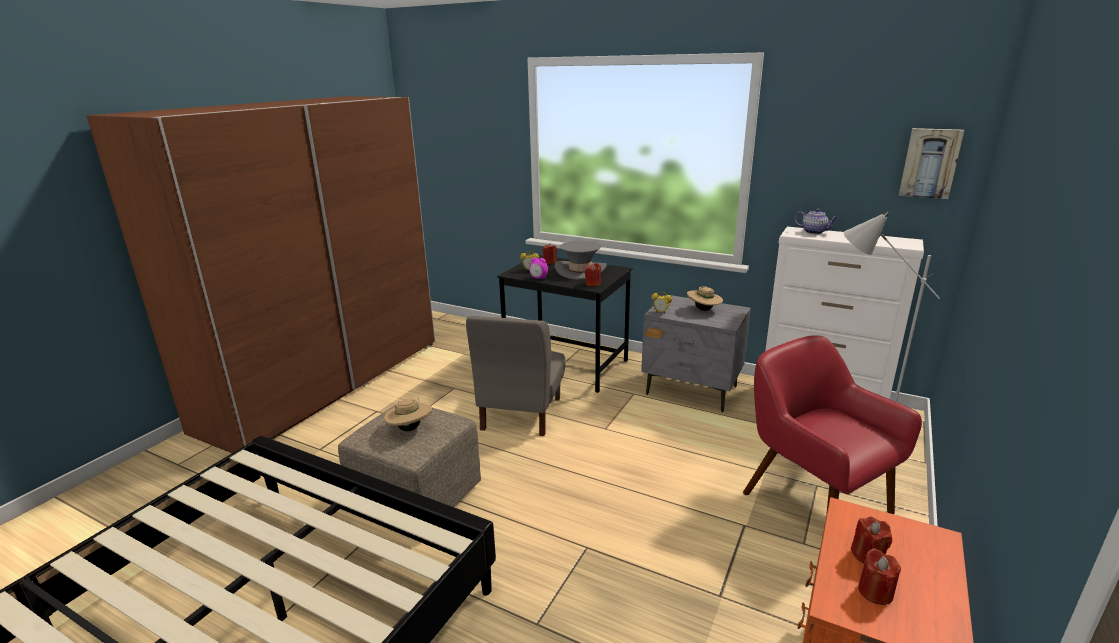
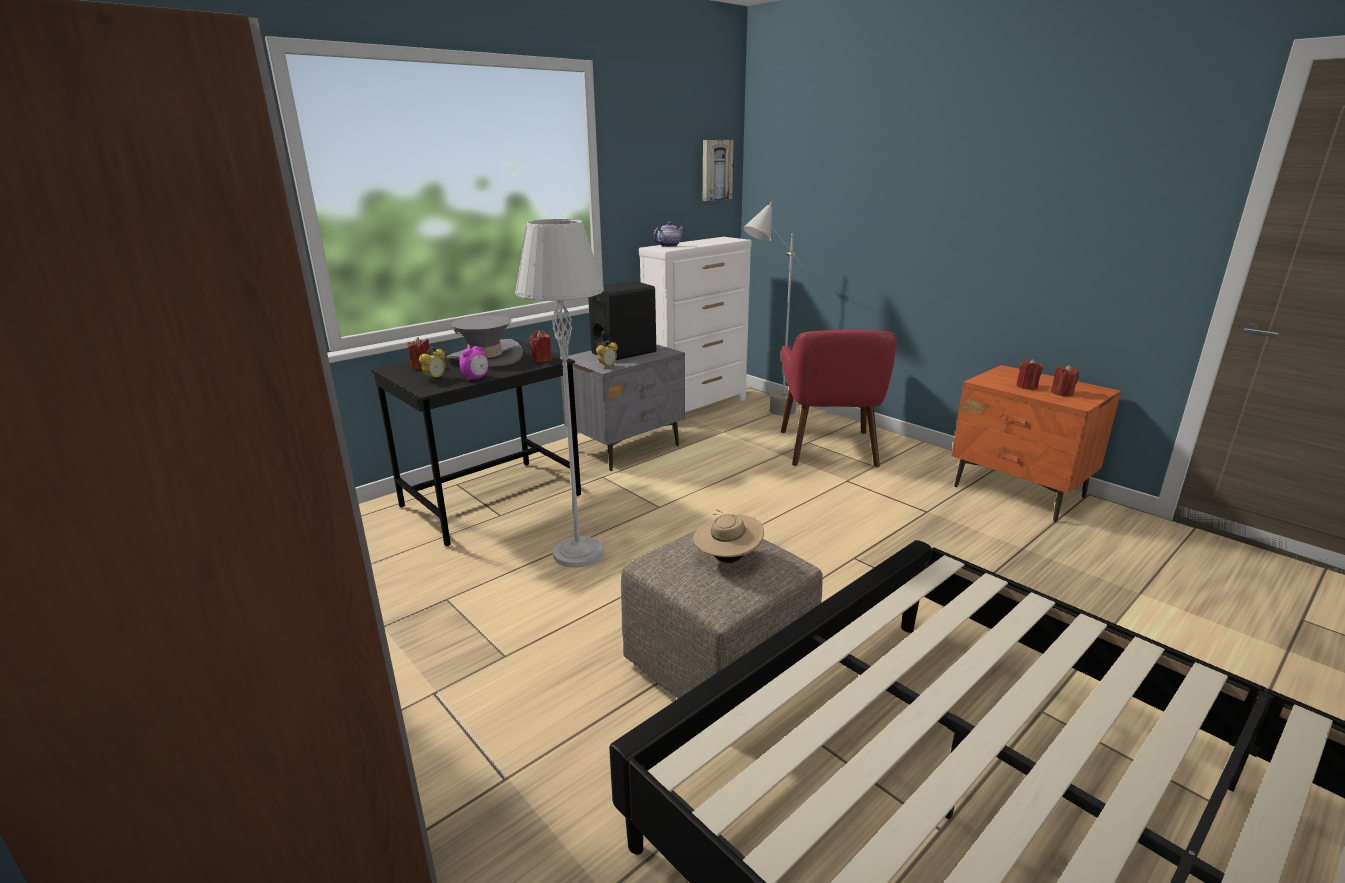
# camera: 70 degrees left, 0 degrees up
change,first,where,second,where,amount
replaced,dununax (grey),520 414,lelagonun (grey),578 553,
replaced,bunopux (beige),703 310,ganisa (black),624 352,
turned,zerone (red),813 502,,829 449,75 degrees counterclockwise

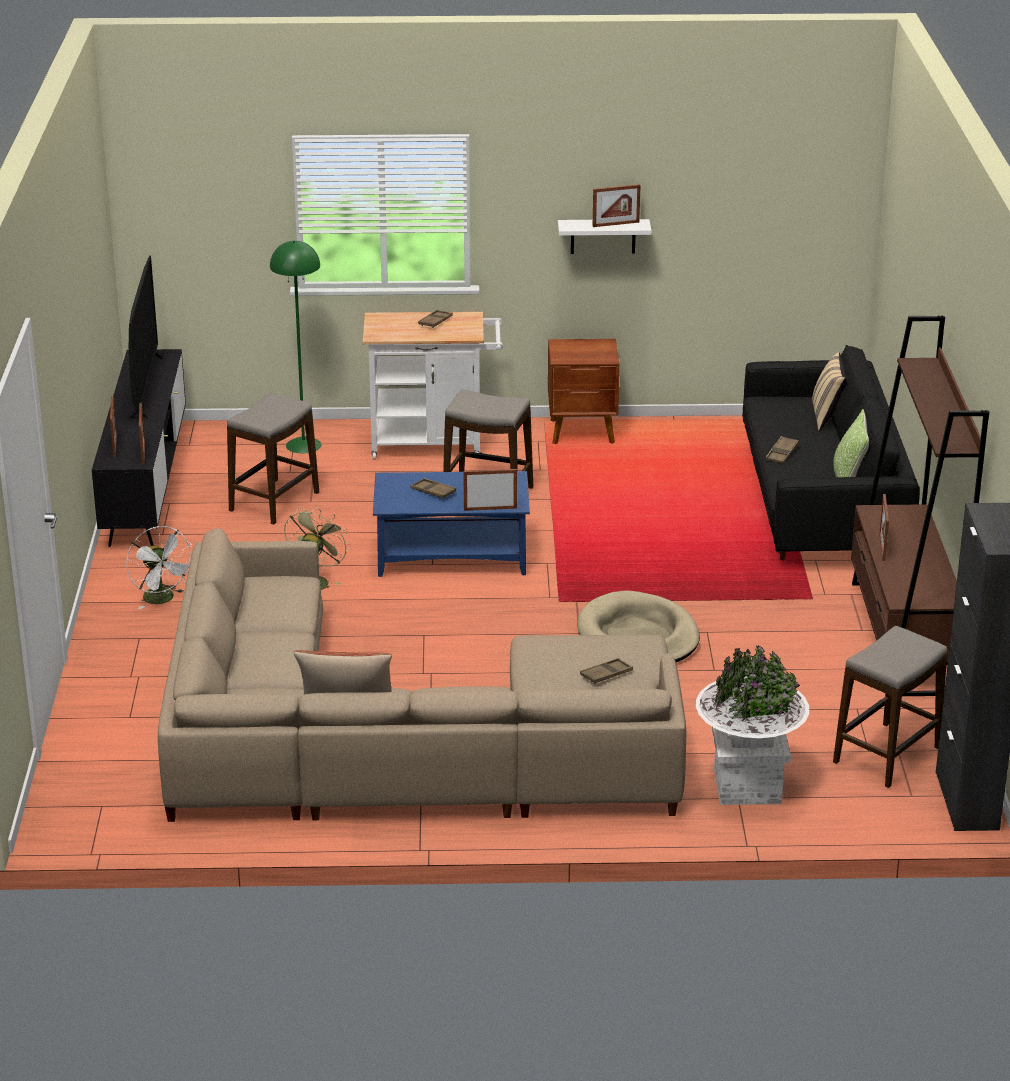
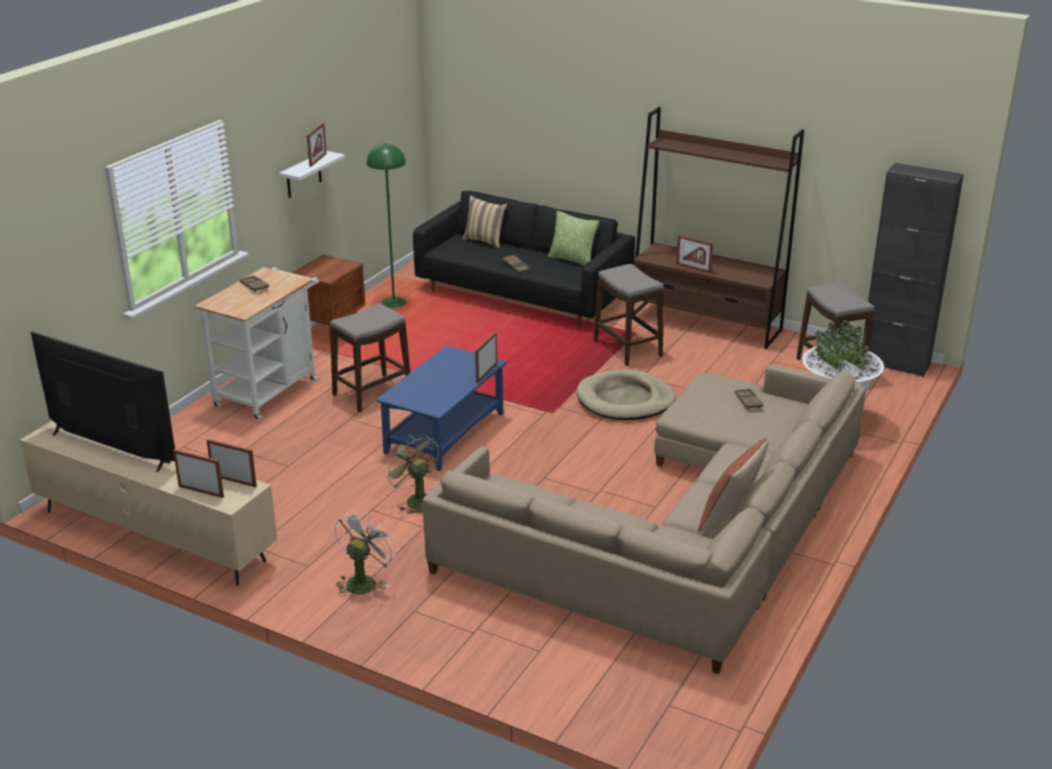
# camera: 60 degrees left, 0 degrees up
change,first,where,second,where,amount
recoloured,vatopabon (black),146 486,vatopabon (beige),155 536,
turned,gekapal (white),163 600,,363 581,60 degrees counterclockwise
moved,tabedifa,274 502,,627 349,
moved,lelagonun (green),303 445,,393 303,
removed,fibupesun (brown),433 491,,,

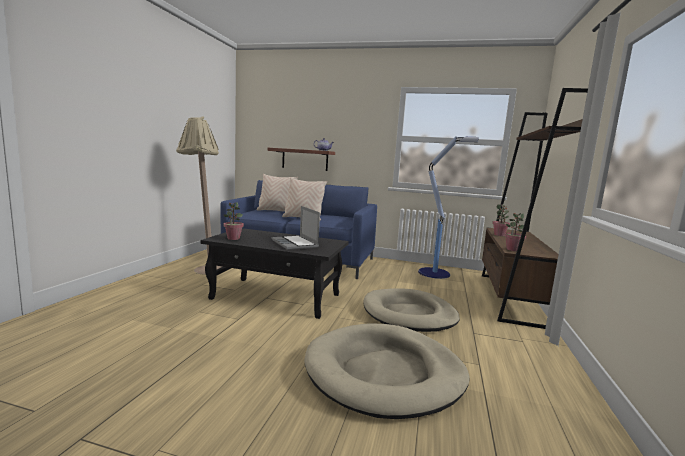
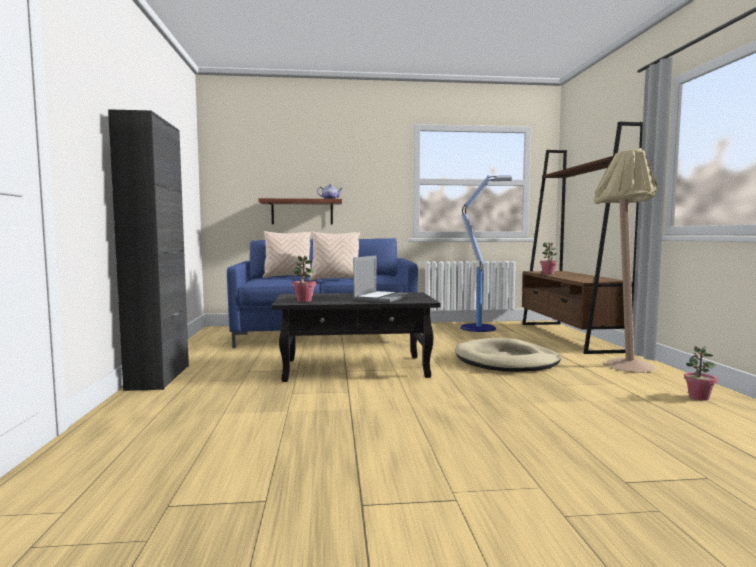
# camera: 20 degrees left, 5 degrees down
change,first,where,second,where,amount
moved,lelagonun (beige),204 269,,620 367,
turned,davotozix,295 244,,381 298,105 degrees counterclockwise
removed,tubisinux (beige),385 373,,,
moved,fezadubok,512 249,,698 397,
added,,,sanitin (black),158 377,

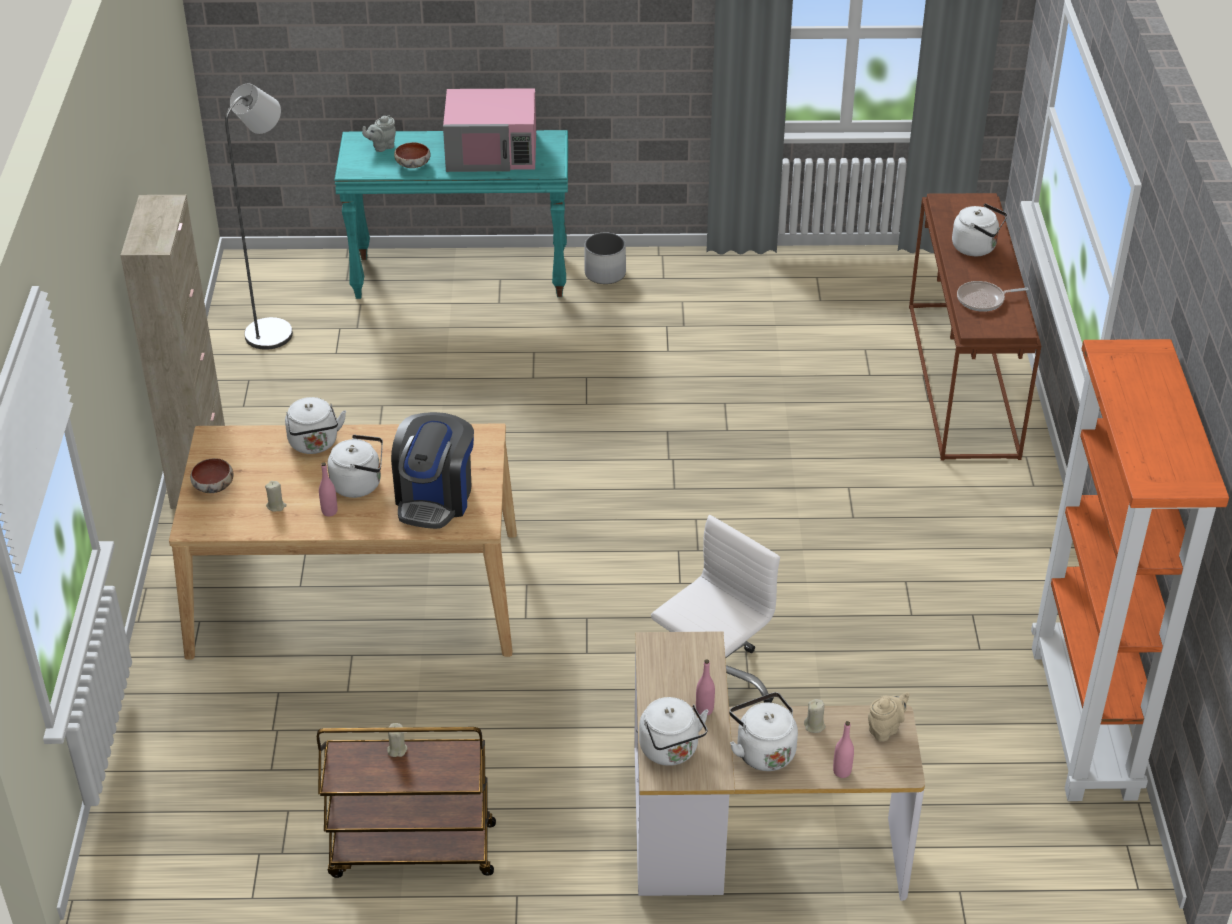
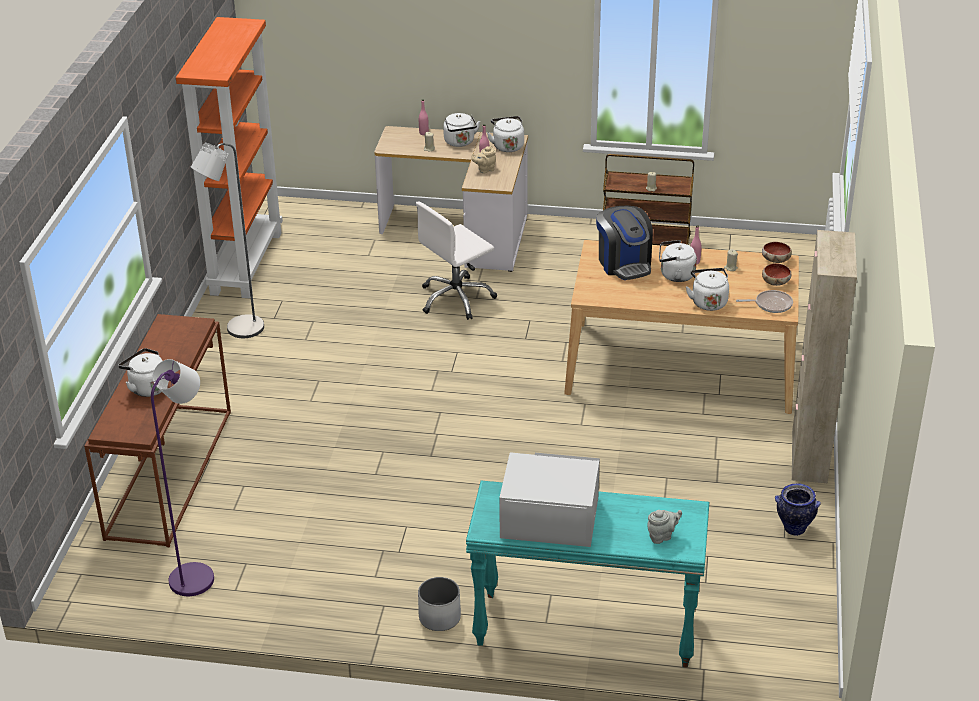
# camera: 170 degrees left, 5 degrees down
change,first,where,second,where,amount
moved,lelagonun (grey),276 330,,239 330,
turned,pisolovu,435 498,,624 263,135 degrees clockwise
moved,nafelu,413 165,,775 260,
recoloured,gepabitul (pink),492 152,gepabitul (white),548 518,
moved,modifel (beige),885 729,,484 170,
moved,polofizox,983 300,,771 304,
added,,,lelagonun (purple),197 574,
added,,,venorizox,793 529,

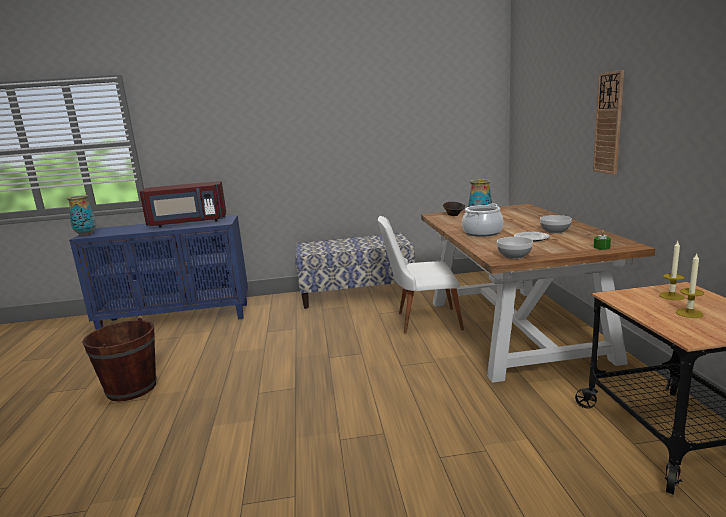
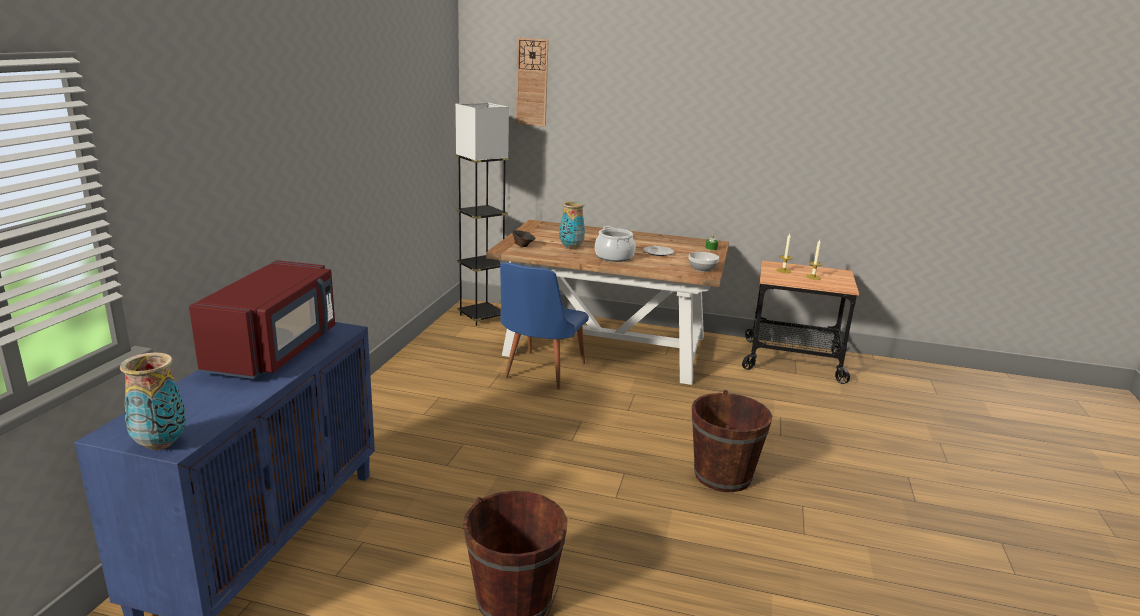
# camera: 70 degrees left, 5 degrees up
change,first,where,second,where,amount
removed,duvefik,356 294,,,
recoloured,dununax (white),421 321,dununax (blue),539 373,
removed,nafelu,554 231,,,
moved,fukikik,609 123,,532 82,
added,,,lelagonun (grey),481 317,
added,,,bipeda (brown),722 475,

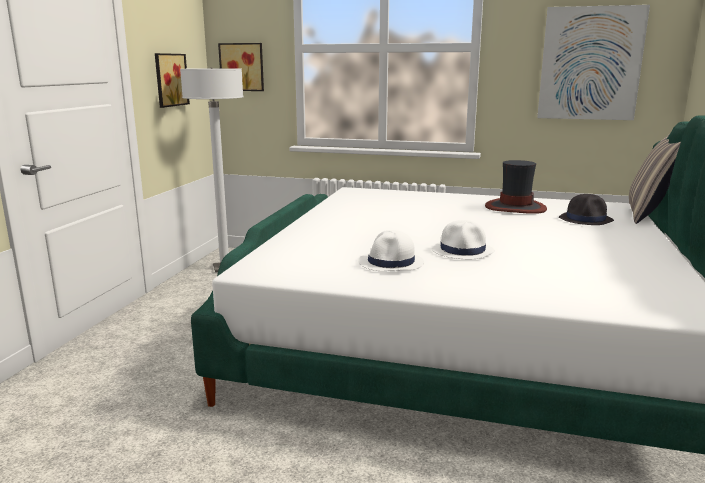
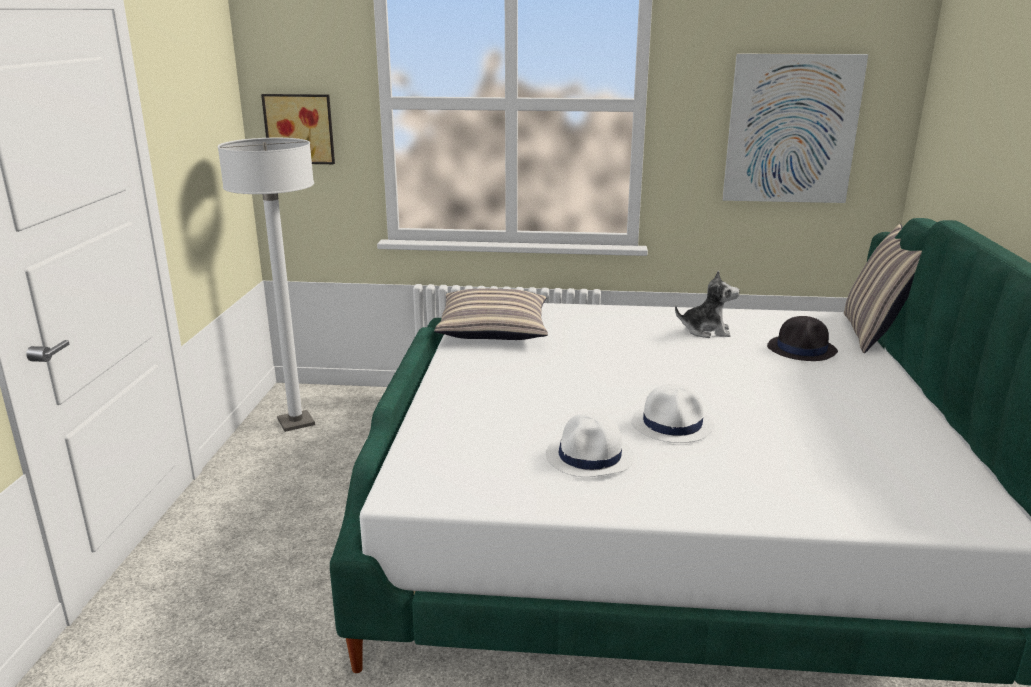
# camera: 10 degrees left, 5 degrees up
change,first,where,second,where,amount
removed,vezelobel,169 80,,,
replaced,bunopux,515 207,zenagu,706 331,
added,,,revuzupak,493 329,

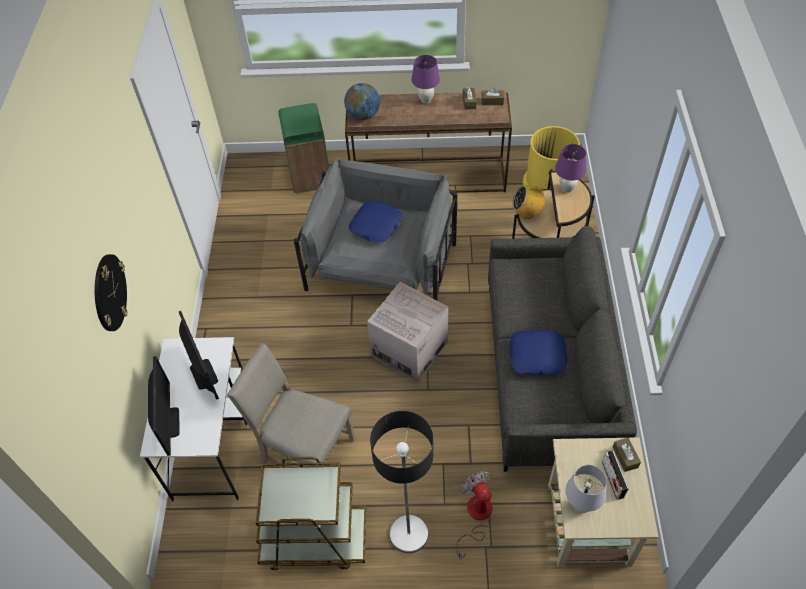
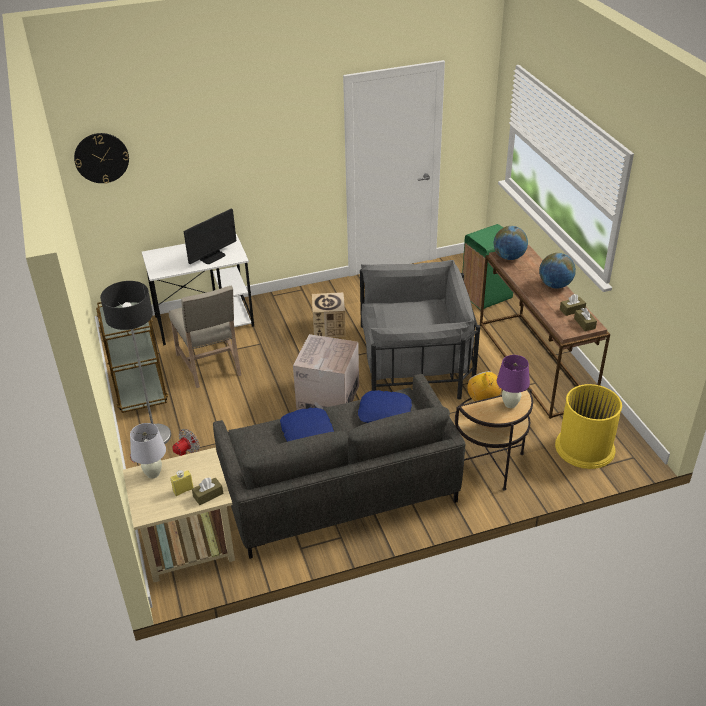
# camera: 70 degrees right, 15 degrees down
change,first,where,second,where,amount
moved,fukikik,109 292,,101 158,
removed,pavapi,168 423,,,
turned,dununax (beige),304 451,,211 365,150 degrees clockwise
moved,revuzupak (blue),376 225,,384 413,
replaced,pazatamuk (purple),426 100,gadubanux,555 285,
replaced,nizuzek,613 479,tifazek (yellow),183 490,
added,,,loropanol,329 327,

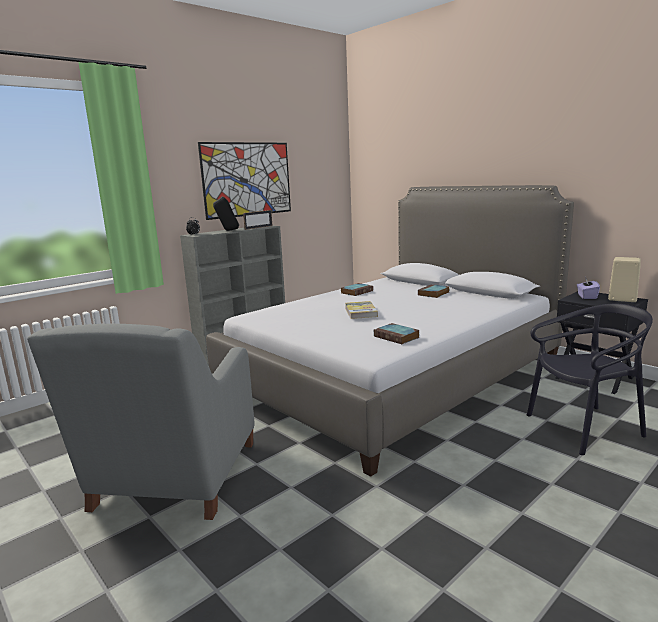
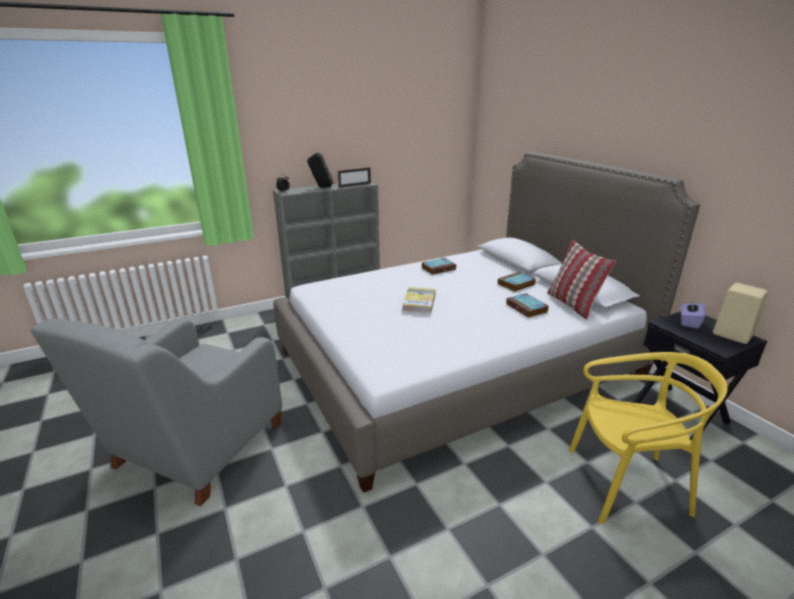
# camera: 15 degrees right, 10 degrees up
change,first,where,second,where,amount
removed,vezelobel,247 179,,,
moved,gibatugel,397 337,,527 308,
recoloured,dununax (black),584 428,dununax (yellow),626 484,
added,,,revuzupak,572 304,

